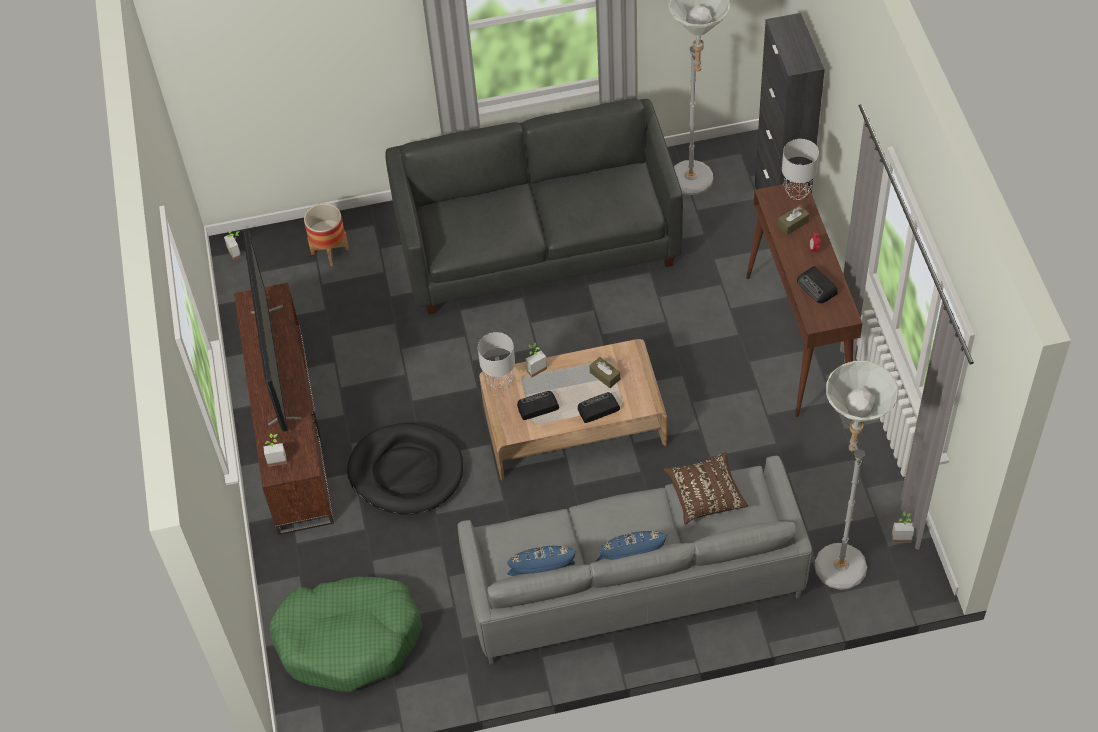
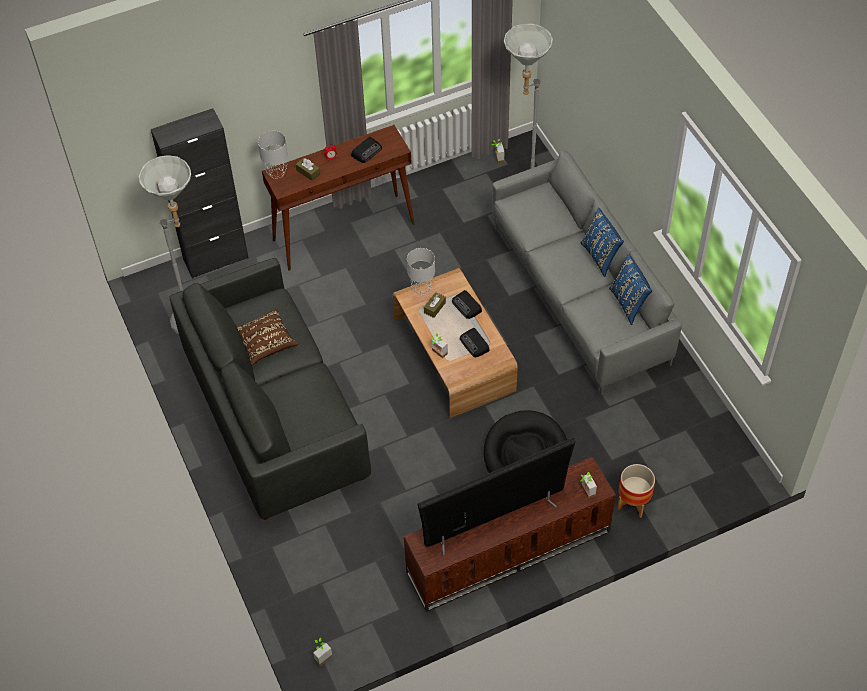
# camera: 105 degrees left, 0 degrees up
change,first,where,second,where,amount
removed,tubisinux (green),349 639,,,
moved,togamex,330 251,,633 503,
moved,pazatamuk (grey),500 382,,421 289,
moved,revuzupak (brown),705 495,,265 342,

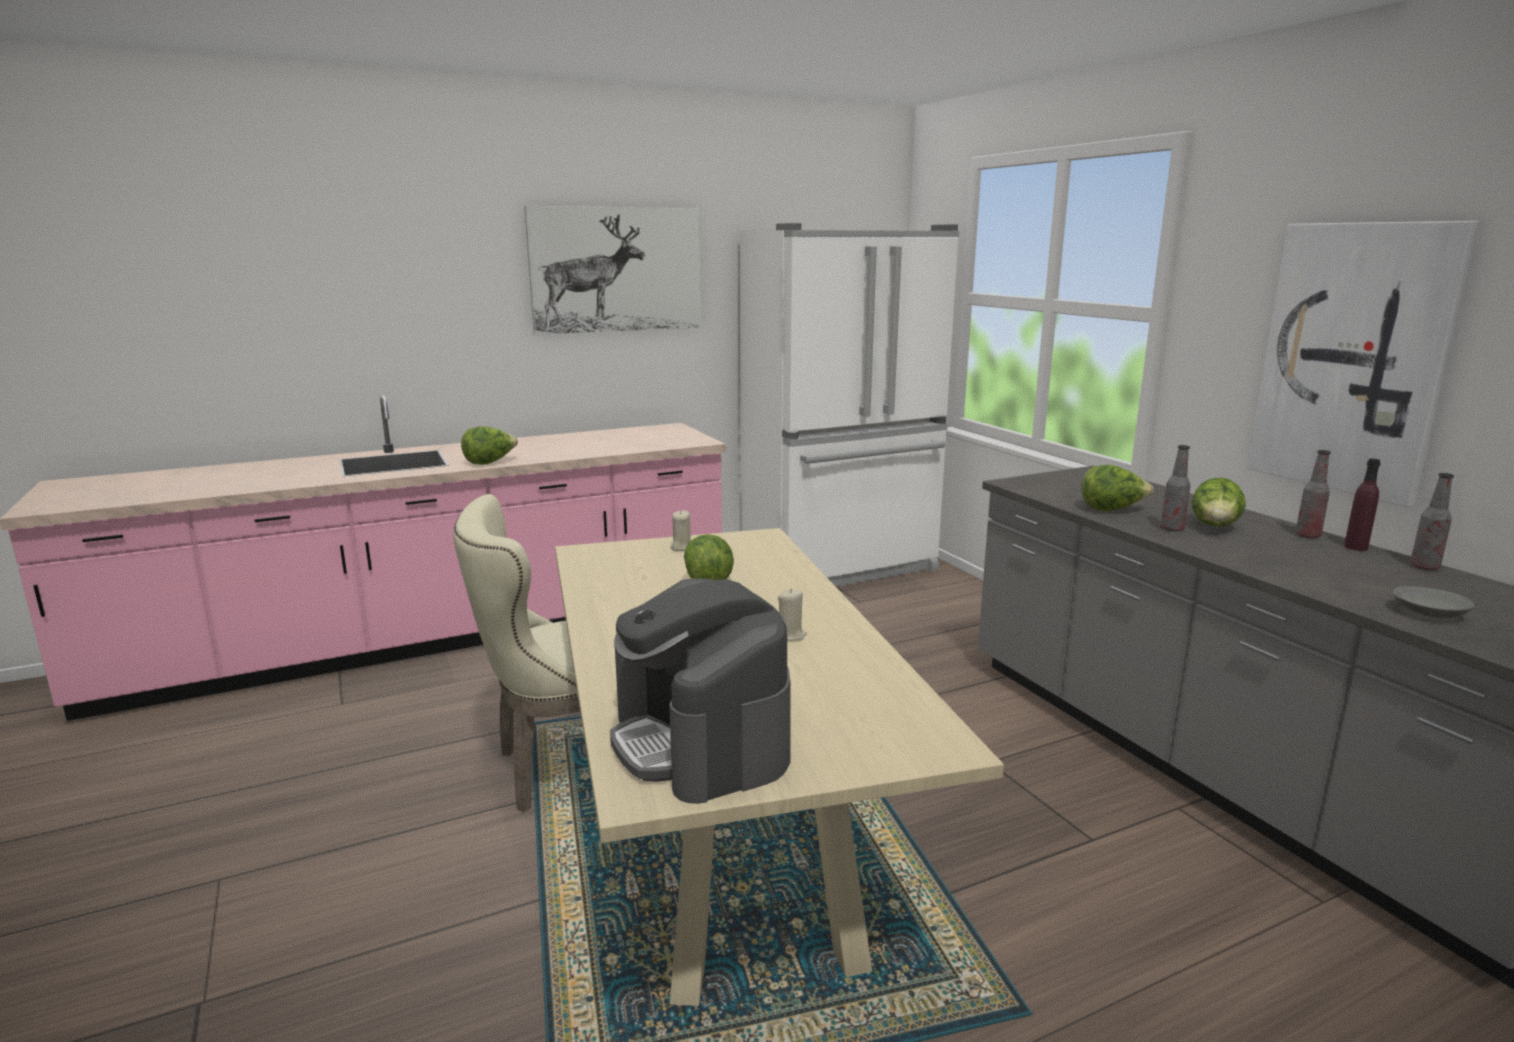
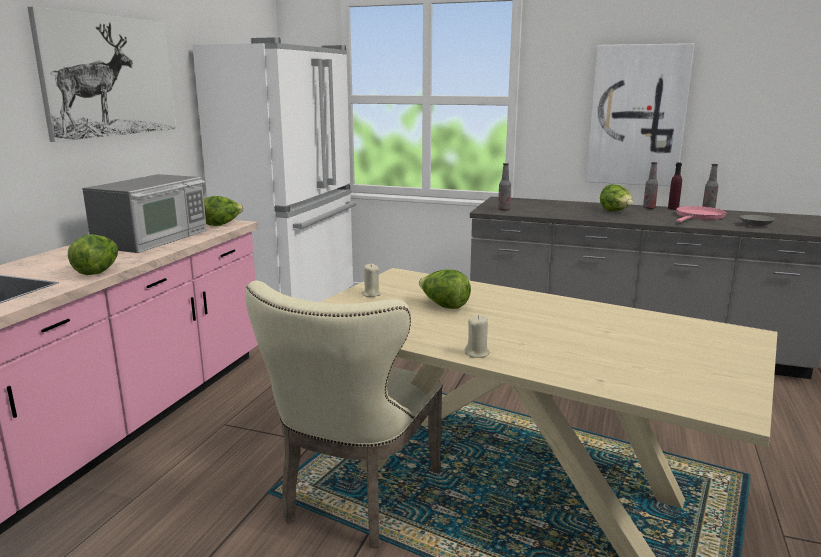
# camera: 45 degrees left, 0 degrees up
change,first,where,second,where,amount
removed,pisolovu,701 742,,,
moved,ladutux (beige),790 635,,477 353,
moved,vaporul,1111 509,,222 224,
moved,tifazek,1171 529,,503 209,
added,,,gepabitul,154 238,
added,,,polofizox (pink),698 216,

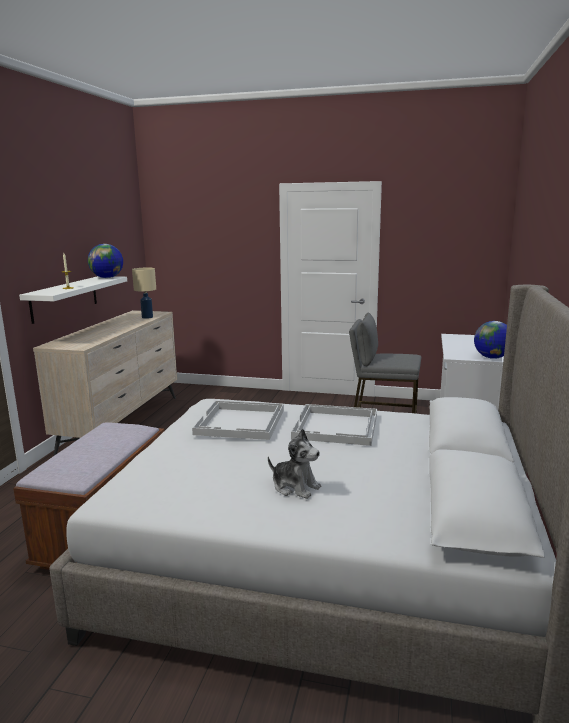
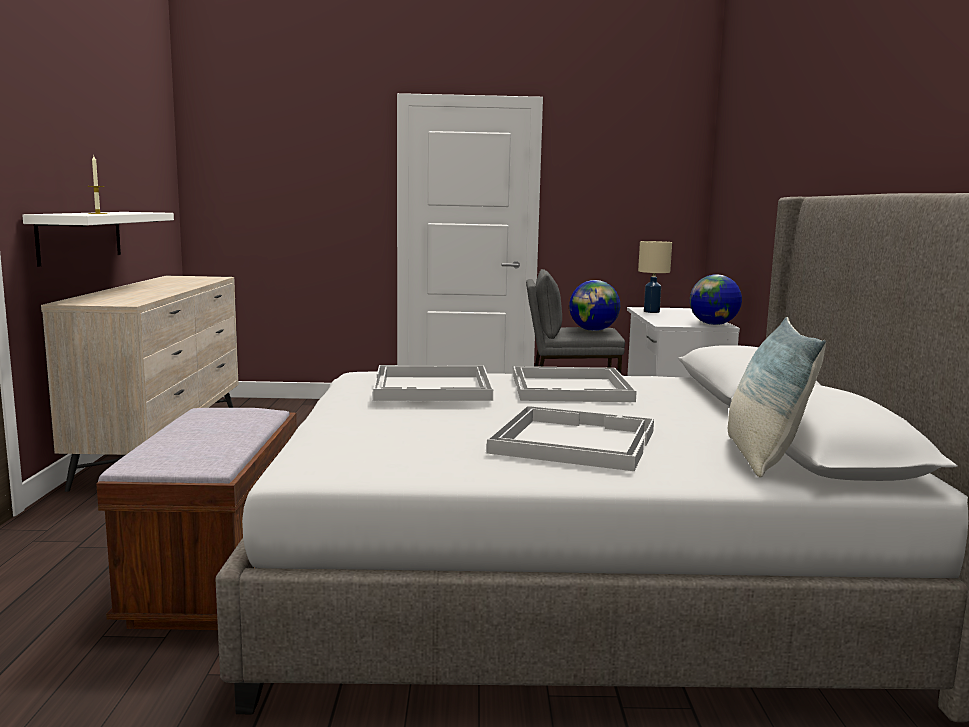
# camera: 15 degrees left, 5 degrees down
change,first,where,second,where,amount
moved,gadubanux,107 278,,593 330,
moved,pazatamuk (beige),147 317,,651 312,
replaced,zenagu,295 487,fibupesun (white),573 441,
added,,,revuzupak,762 458,

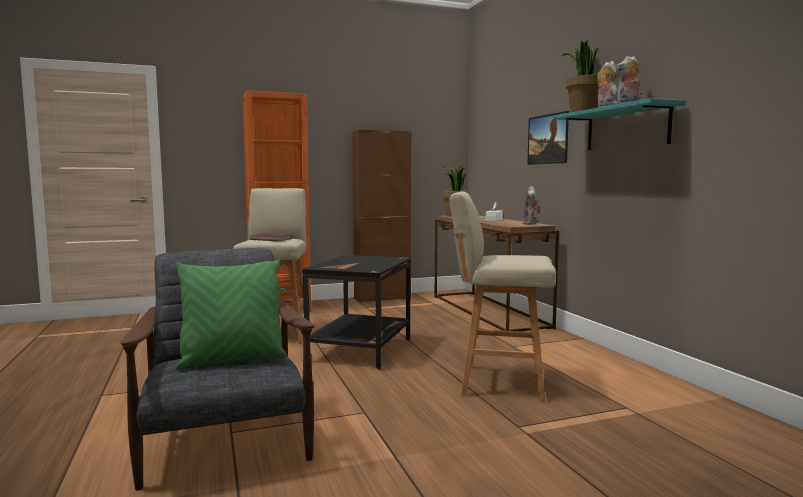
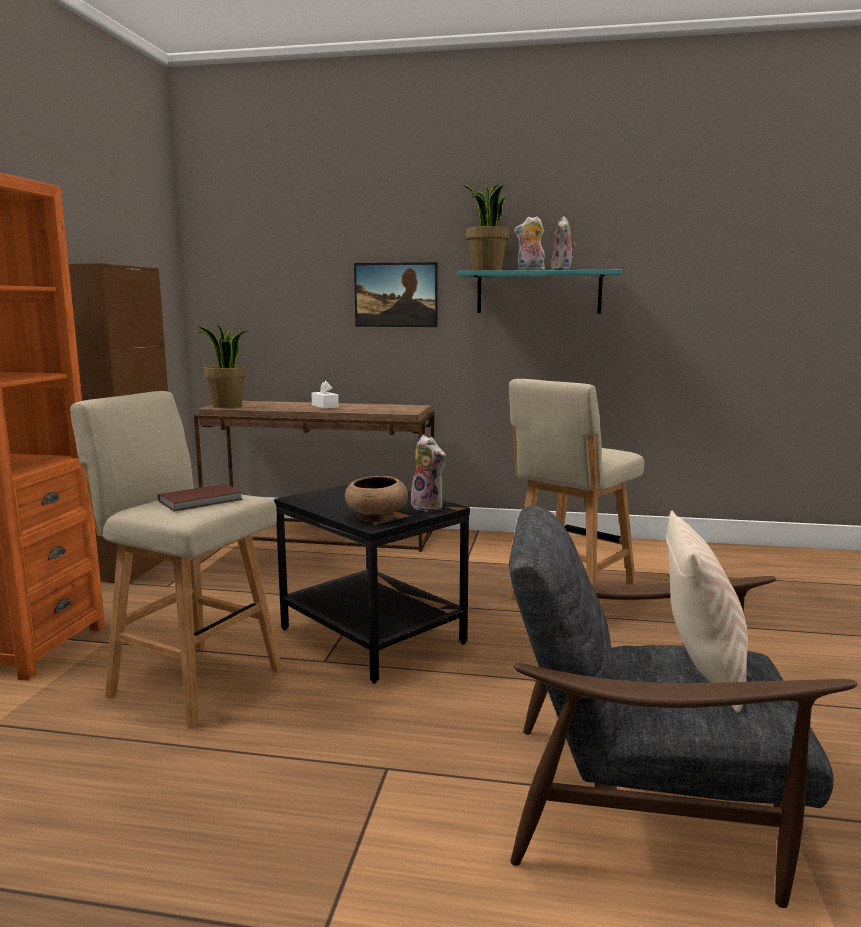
# camera: 60 degrees left, 5 degrees up
change,first,where,second,where,amount
recoloured,revuzupak (green),232 360,revuzupak (beige),701 670,
moved,zenagu,531 224,,429 507,
added,,,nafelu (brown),376 517,

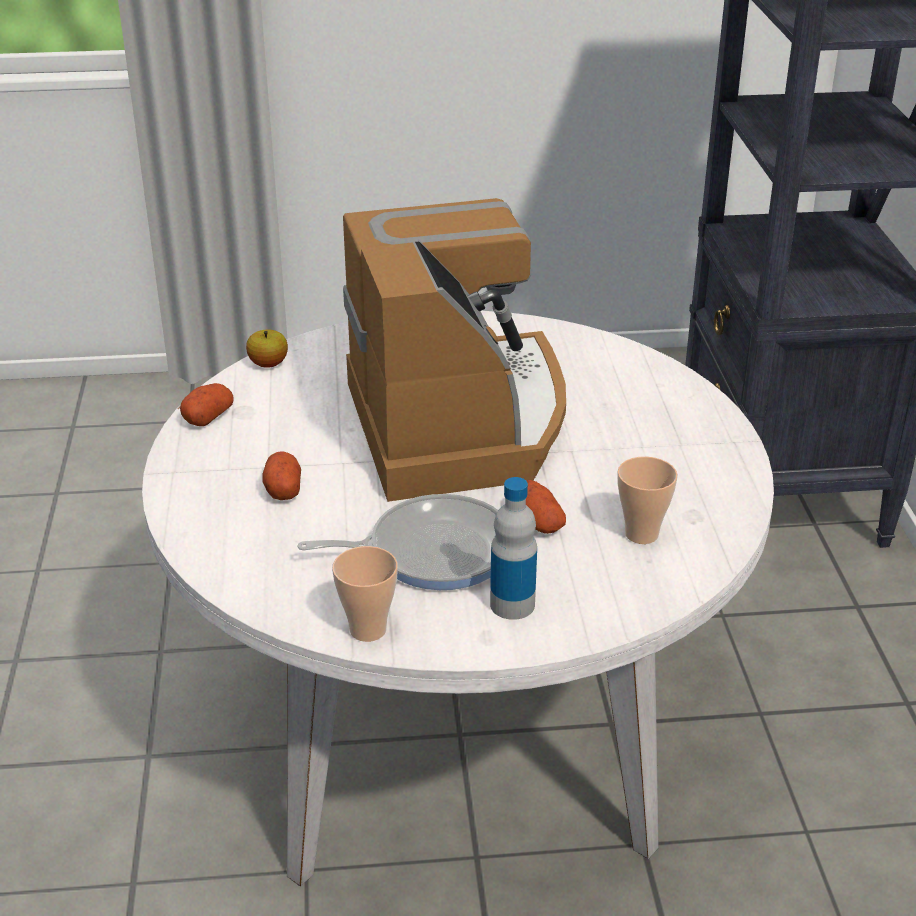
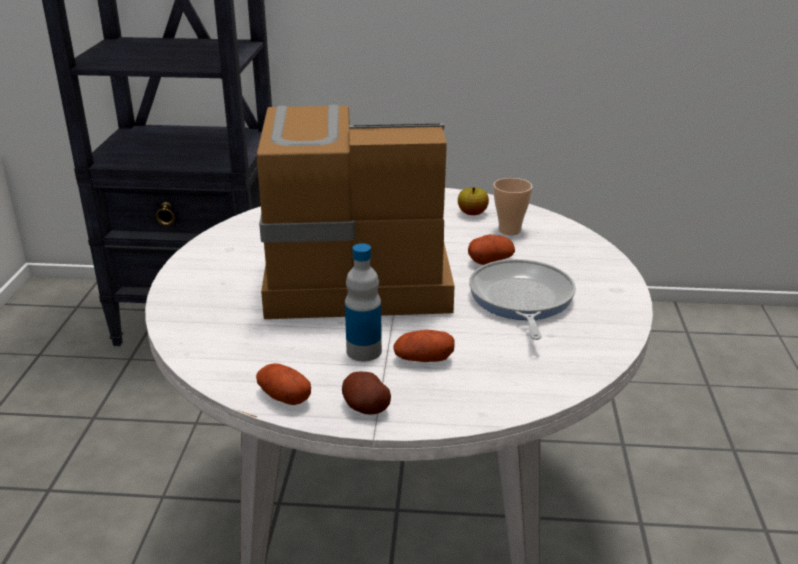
# camera: 80 degrees left, 5 degrees down
change,first,where,second,where,amount
moved,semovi,268 364,,472 213,
removed,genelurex,368 630,,,
moved,tifazek,512 604,,364 351,
added,,,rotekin,365 407,

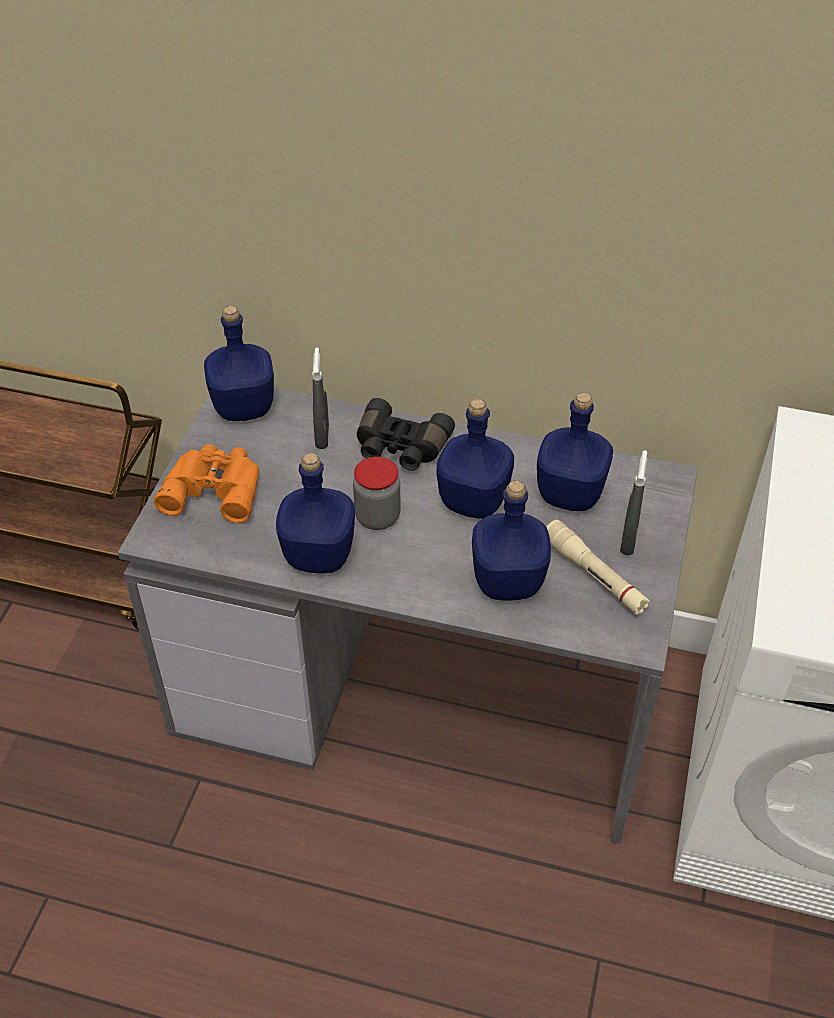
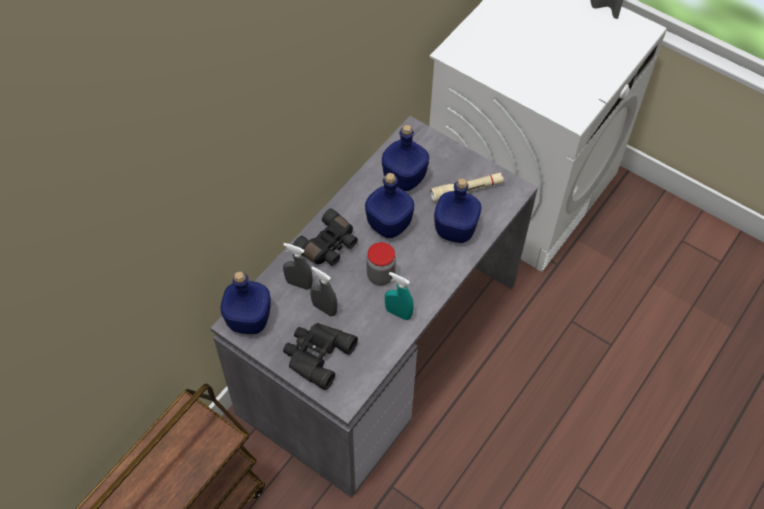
# camera: 70 degrees left, 10 degrees up
change,first,where,second,where,amount
recoloured,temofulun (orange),214 488,temofulun (black),316 355,
replaced,tifazek (blue),320 555,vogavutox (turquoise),398 313,
moved,vogavutox (grey),628 541,,324 308,

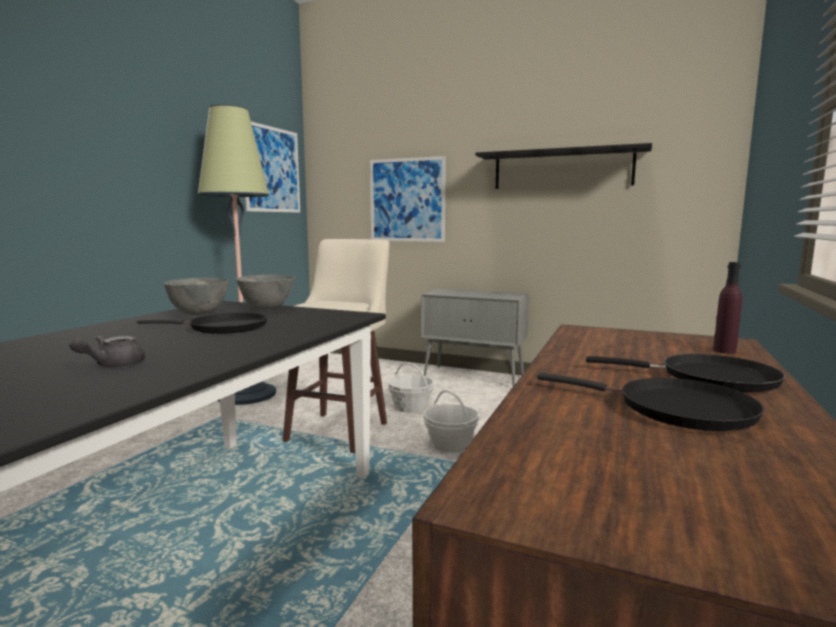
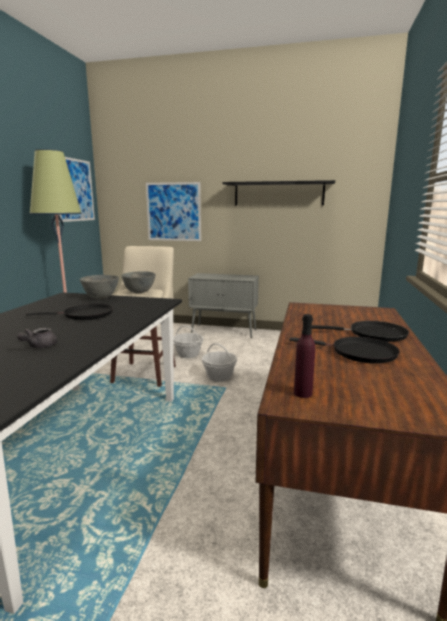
# camera: 10 degrees left, 5 degrees up
change,first,where,second,where,amount
moved,nafelu (grey),198 313,,139 292,
moved,tifazek (purple),724 351,,303 393,

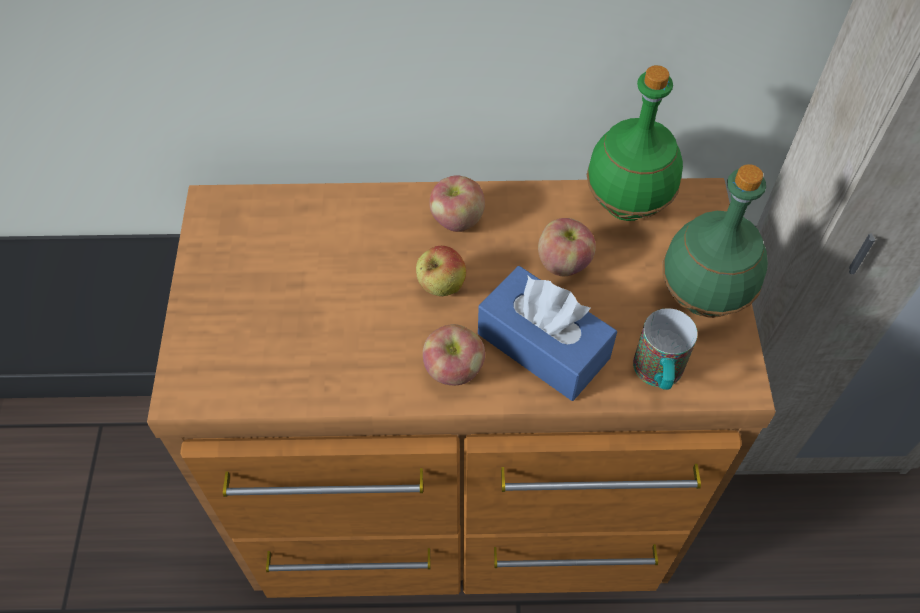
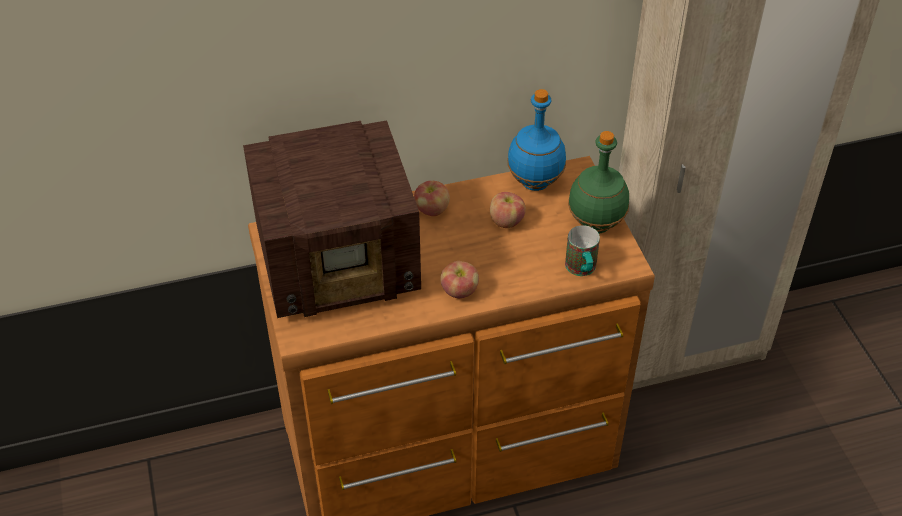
# camera: 15 degrees left, 10 degrees down
change,first,where,second,where,amount
removed,semovi,441 287,,,
removed,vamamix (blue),543 346,,,
recoloured,tifazek (green),625 206,tifazek (blue),534 183,
added,,,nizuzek,340 263,

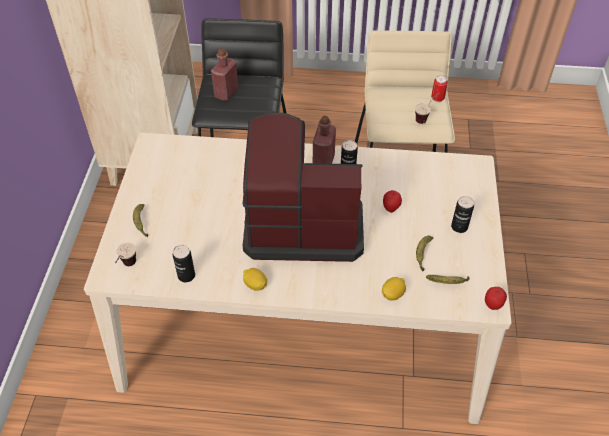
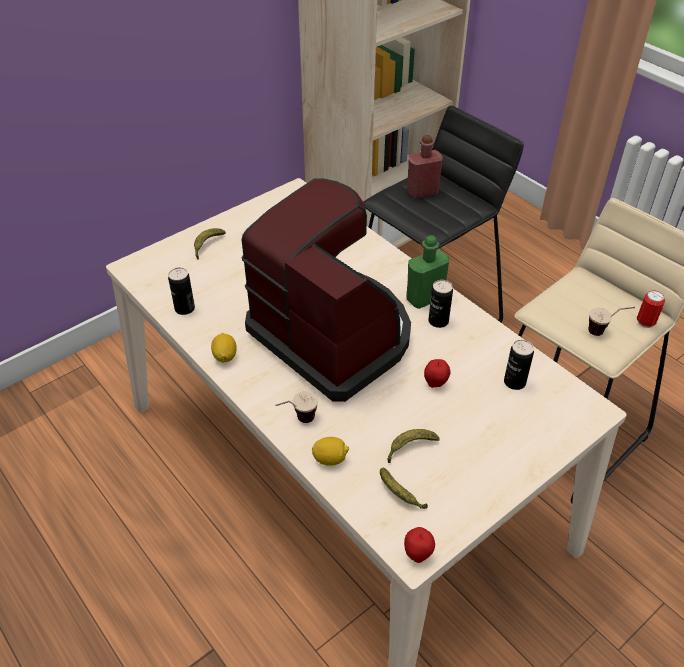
# camera: 45 degrees right, 5 degrees down
change,first,where,second,where,amount
moved,genelurex,127 267,,297 421,
recoloured,tifazek (red),323 162,tifazek (green),425 298,
moved,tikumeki,459 227,,514 382,

